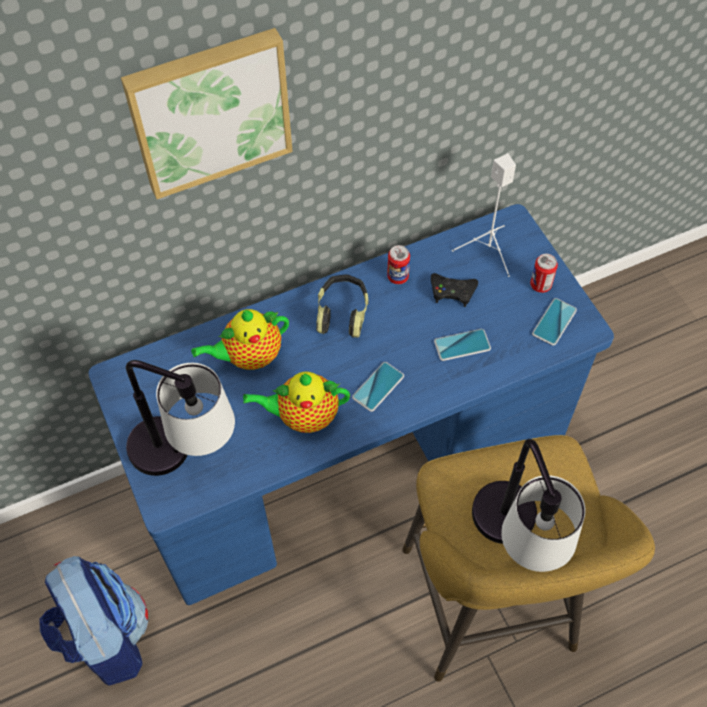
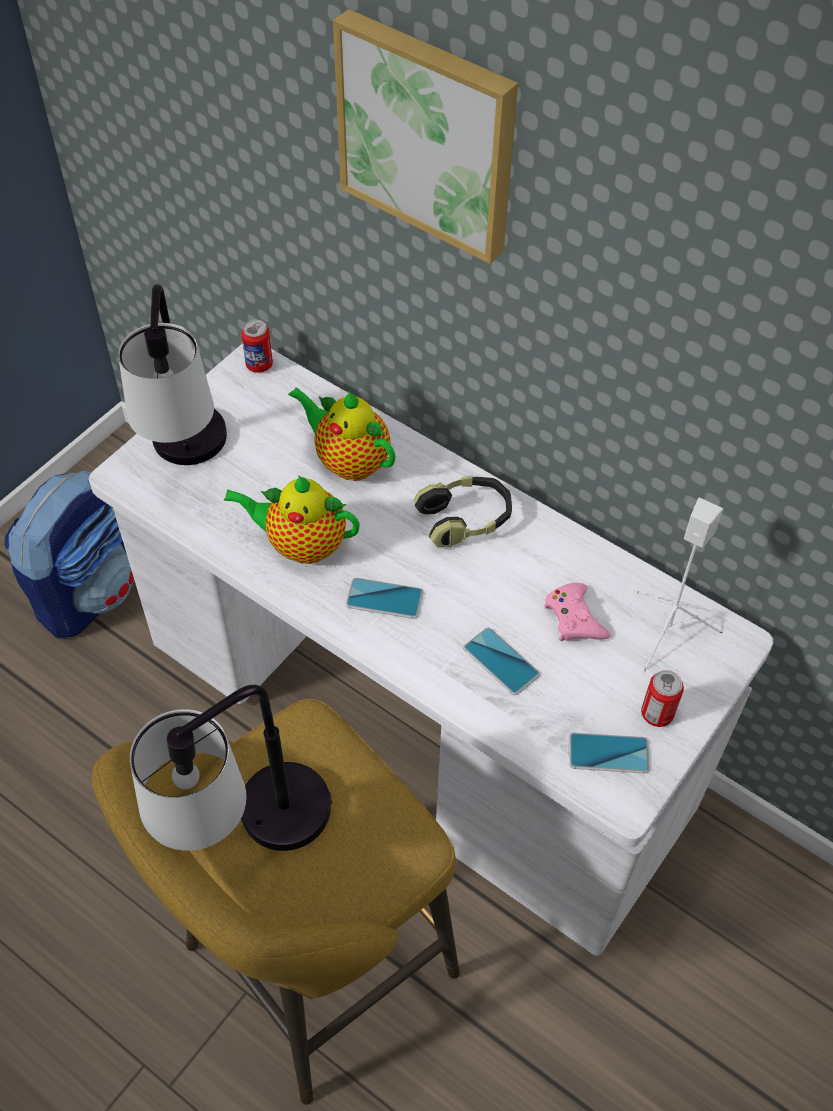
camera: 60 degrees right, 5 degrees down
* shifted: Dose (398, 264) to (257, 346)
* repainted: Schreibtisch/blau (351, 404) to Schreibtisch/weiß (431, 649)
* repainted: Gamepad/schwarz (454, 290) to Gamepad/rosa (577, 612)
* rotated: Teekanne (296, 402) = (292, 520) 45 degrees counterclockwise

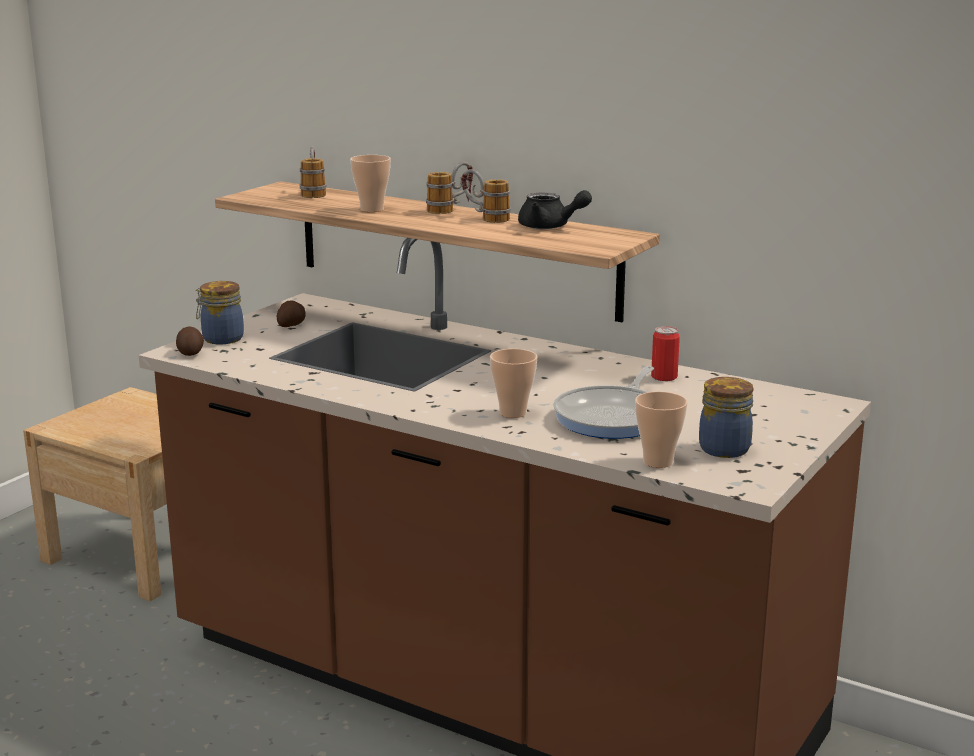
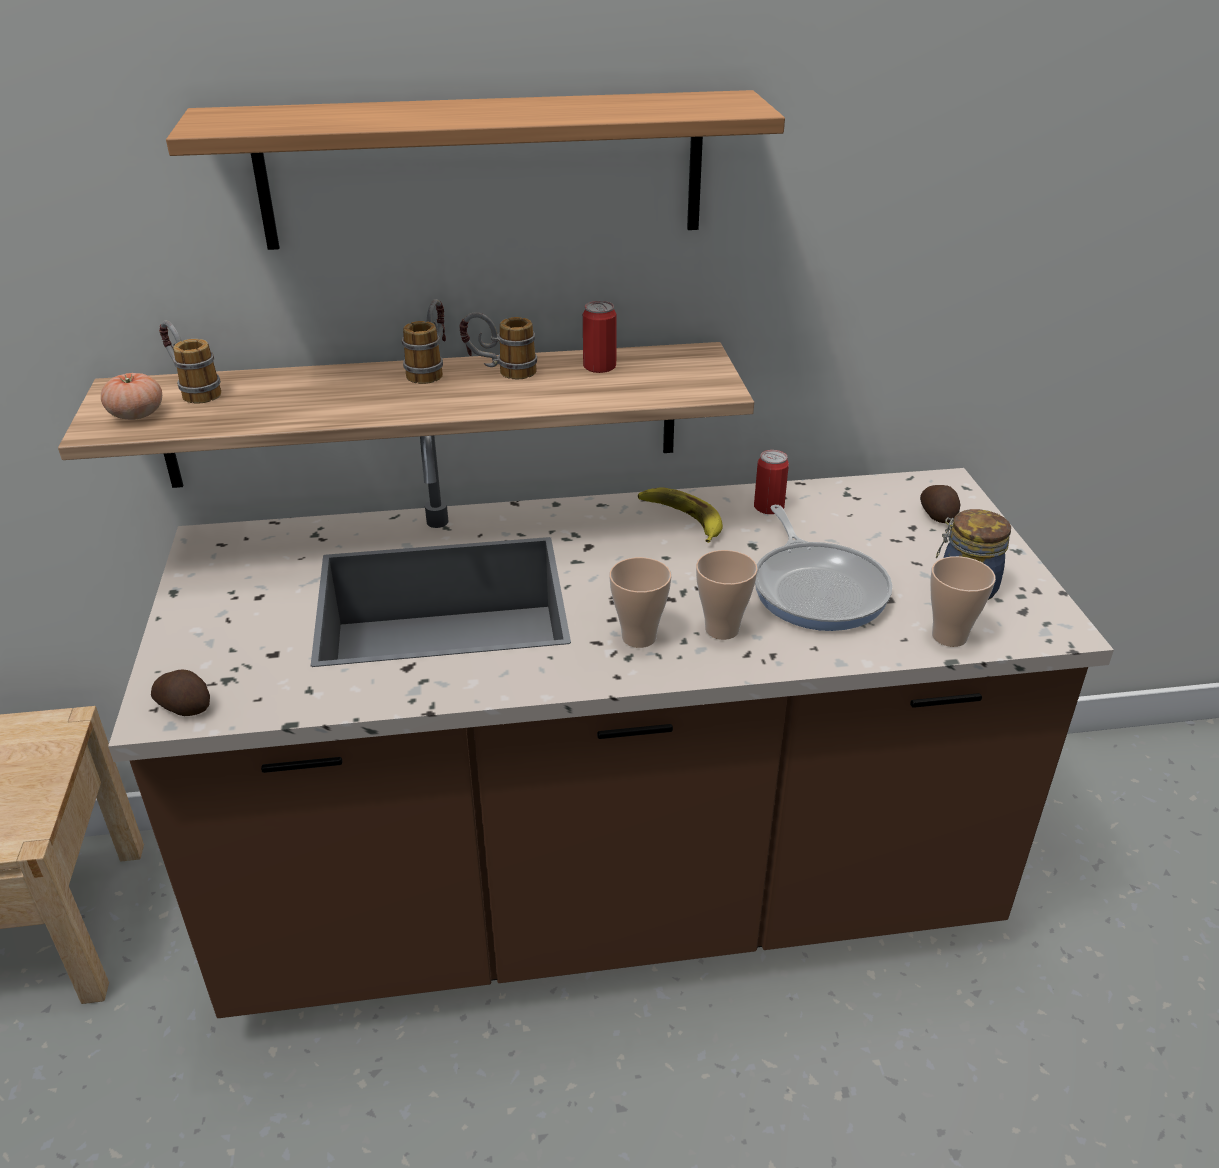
camera: 40 degrees left, 15 degrees up
* gone: Vorratsglas (220, 312)
* new: Tomate (131, 396)
* new: Wandregal (475, 170)
* new: Banane (680, 515)
* shifted: Kartoffel (291, 314) to (940, 504)
* shifted: Tasse (370, 183) to (640, 602)
* swapped: Teekanne/schwarz (555, 209) to Dose (599, 337)

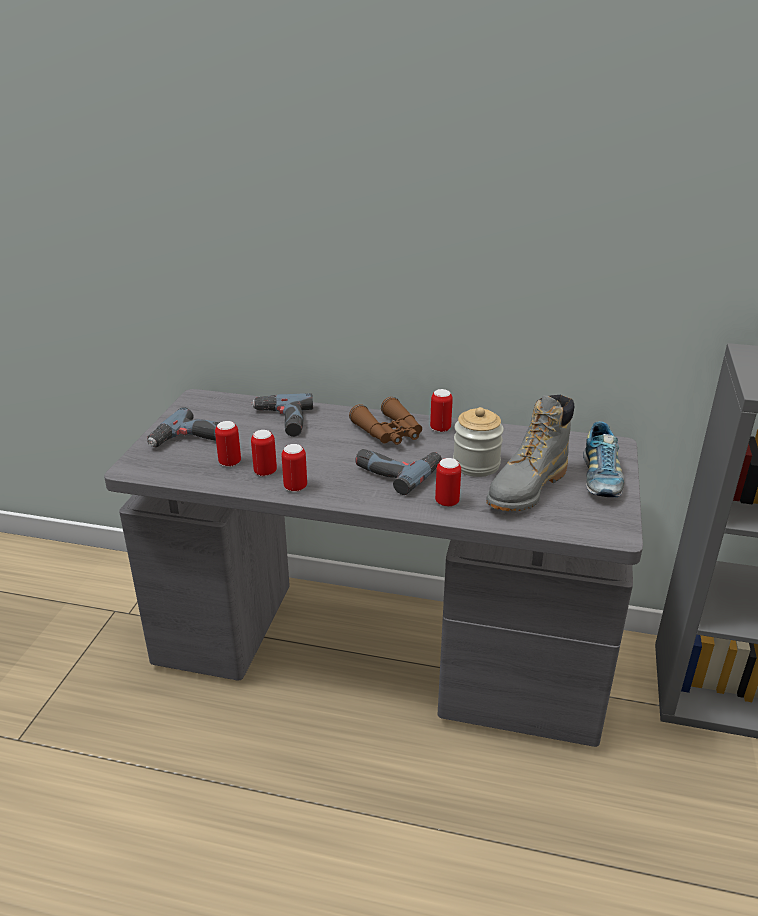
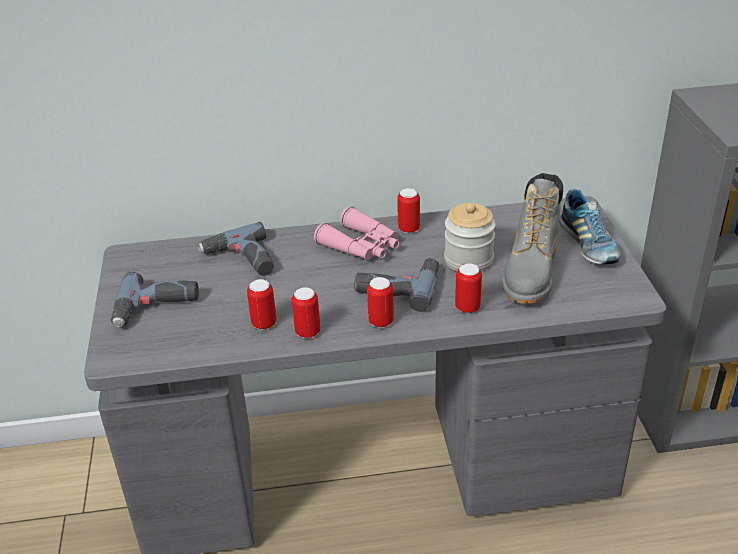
camera: 20 degrees left, 5 degrees up
* shifted: Dose (228, 444) to (380, 302)
* repainted: Fernglas/braun (385, 421) to Fernglas/rosa (357, 233)

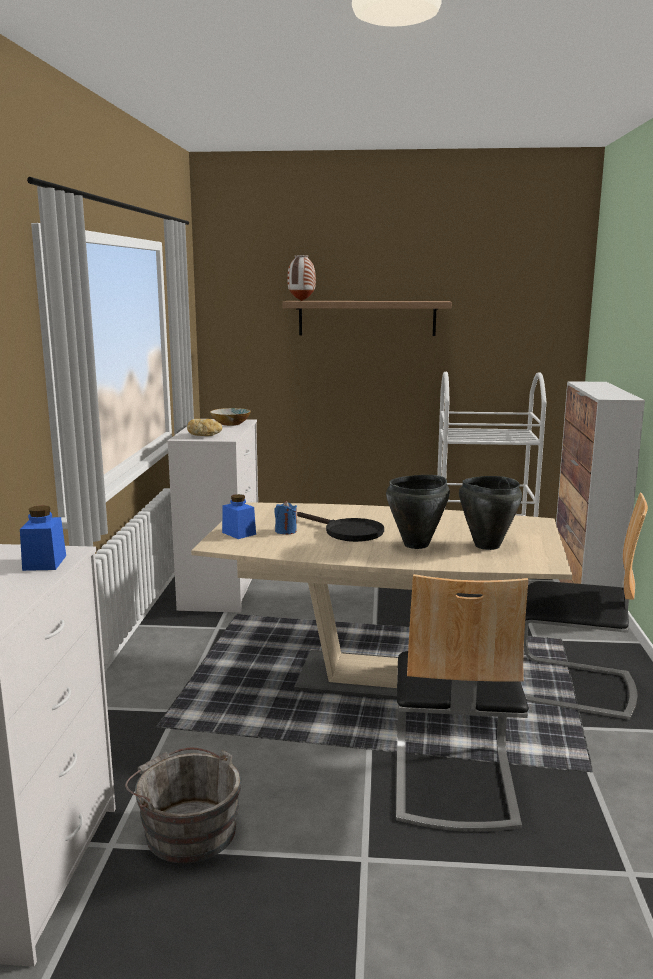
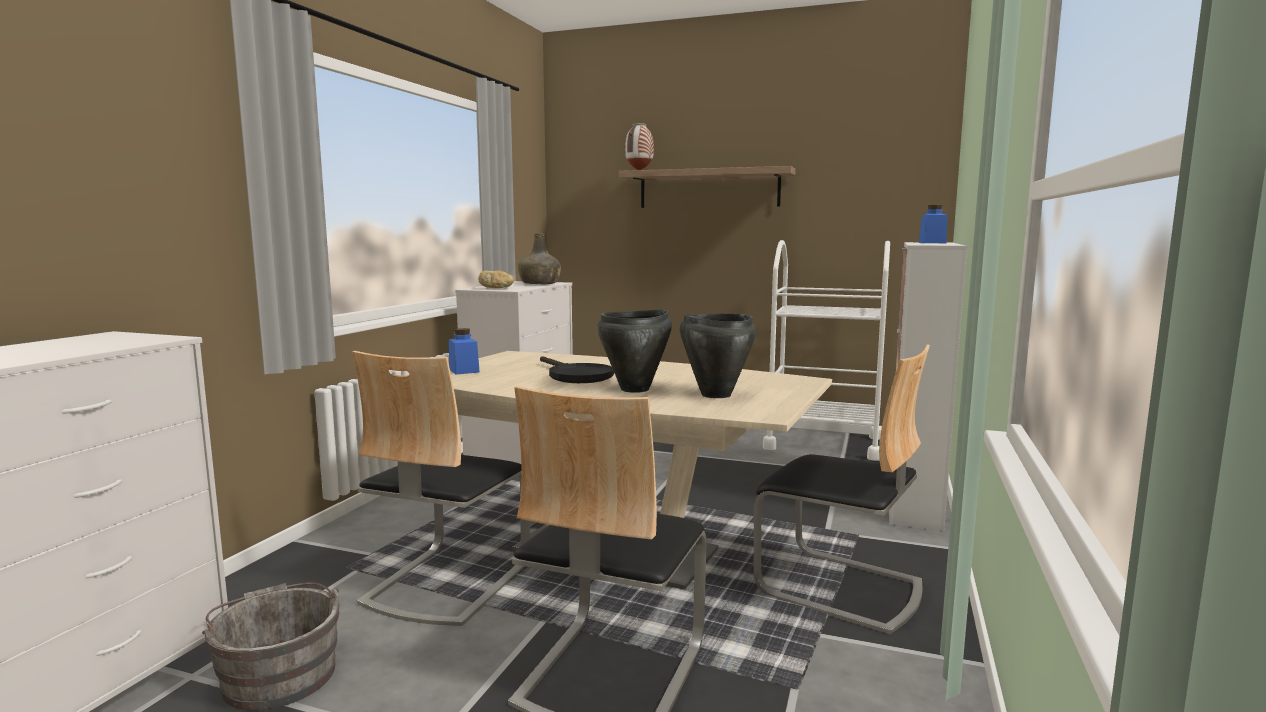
camera: 15 degrees right, 5 degrees down
* gone: Kerze/blau (285, 517)
* new: Stuhl (441, 488)
* shifted: Vorratsglas/blau (43, 538) to (933, 224)
* swapped: Schüssel (230, 417) to Flasche/grün (539, 258)

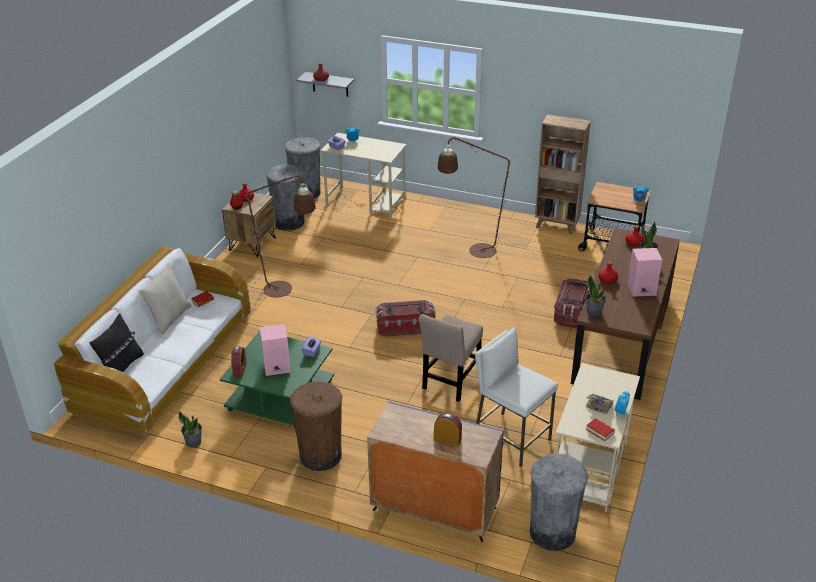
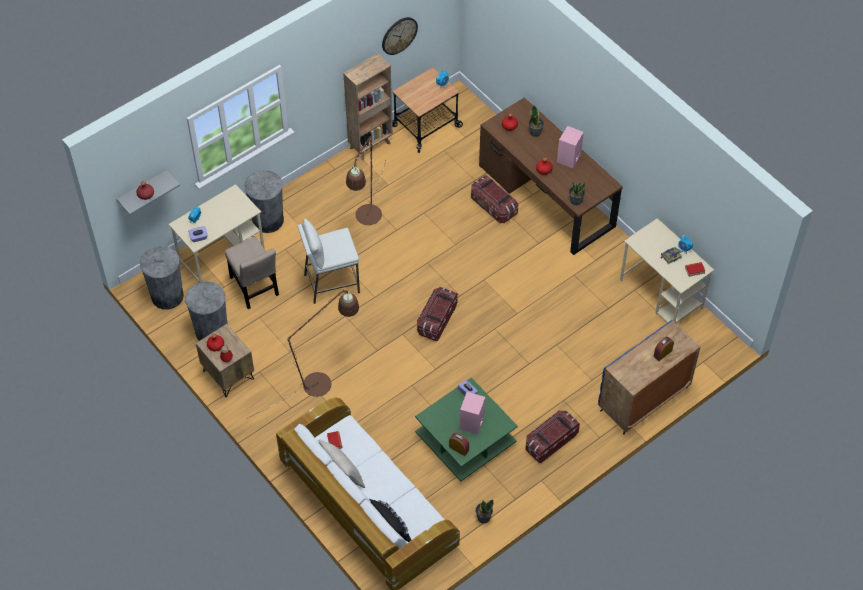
camera: 60 degrees left, 20 degrees up
* new: Wanduhr (400, 36)
* shifted: Stuhl/beige (451, 358) to (252, 273)
* shifted: Hocker/weiß (516, 397) to (328, 261)
* shifted: Mülleimer/grau (559, 502) to (264, 201)
* swapped: Mülleimer/braun (316, 426) to Aufbewahrungsbox (553, 436)

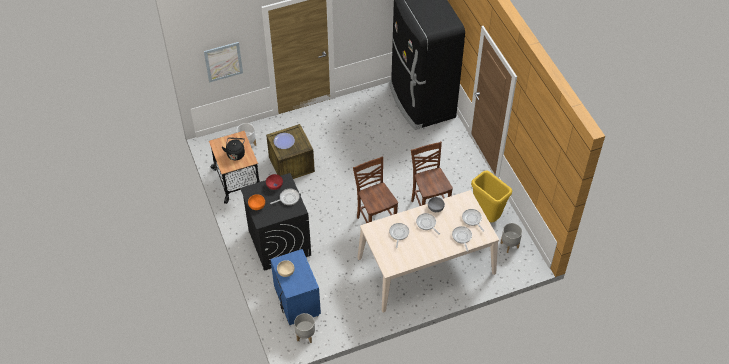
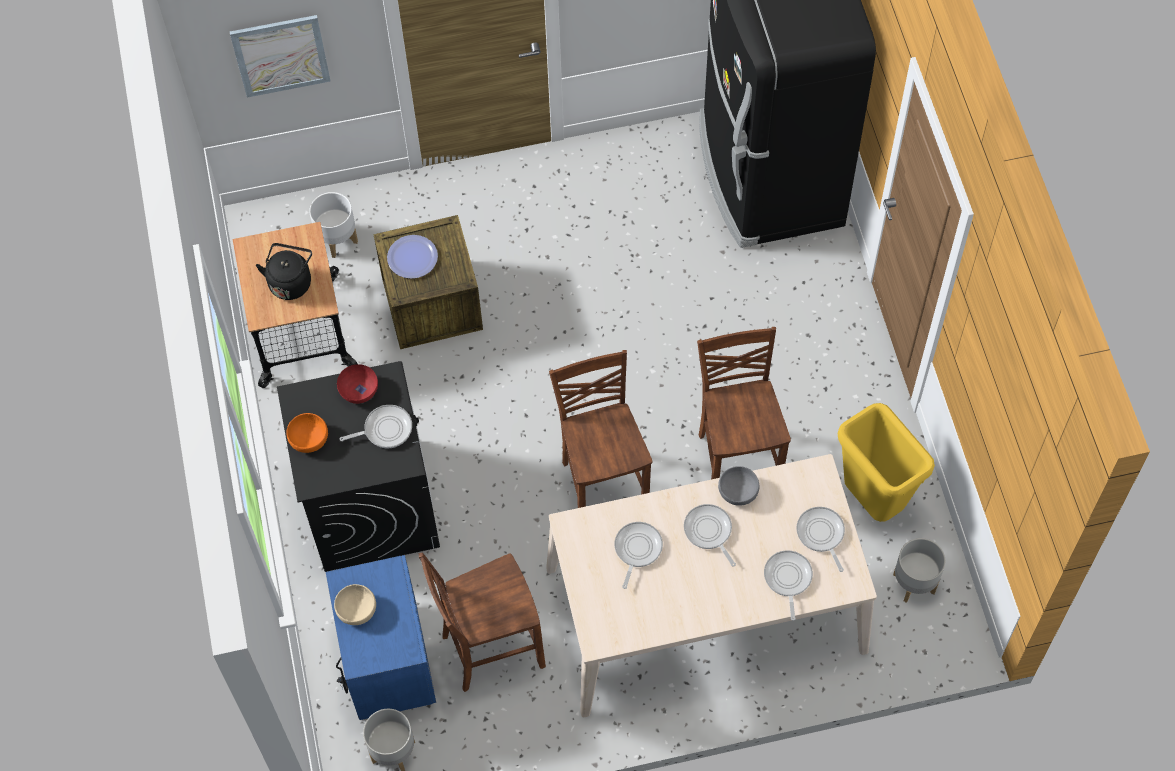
camera: 10 degrees right, 10 degrees up
* new: Stuhl/braun (482, 622)

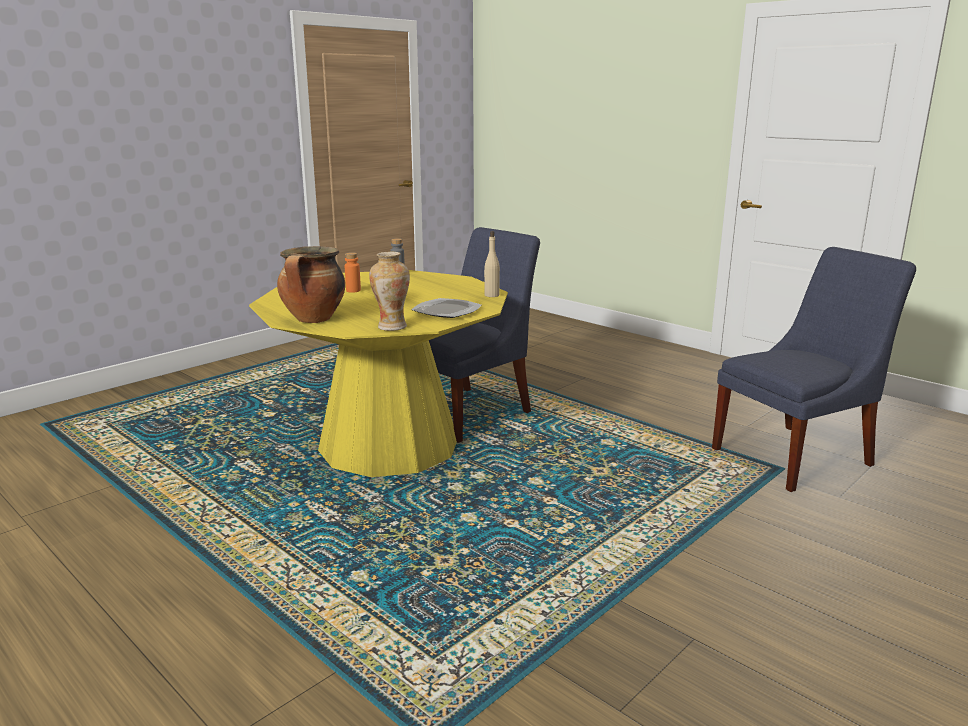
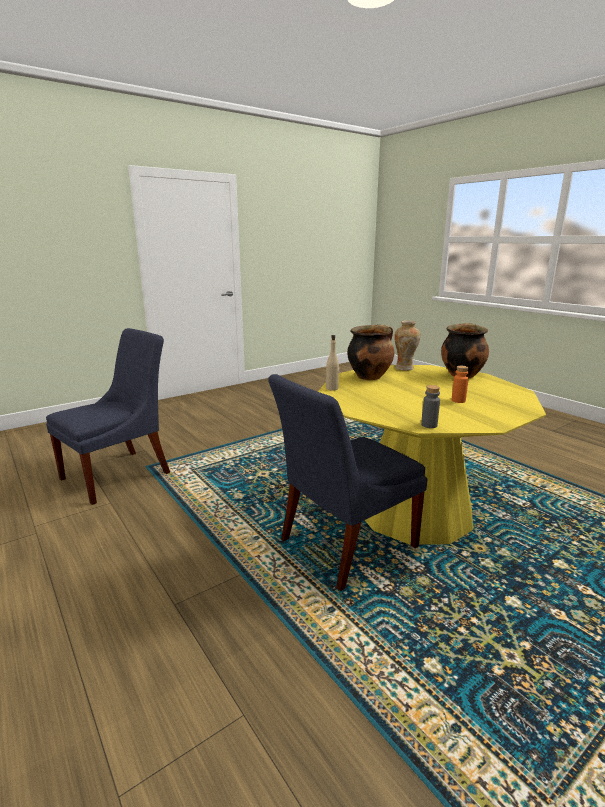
camera: 170 degrees left, 0 degrees up
* swapped: Teller (446, 308) to Kochtopf (370, 352)
* rotated: Stuhl/blau (814, 369) = (108, 416) 150 degrees clockwise

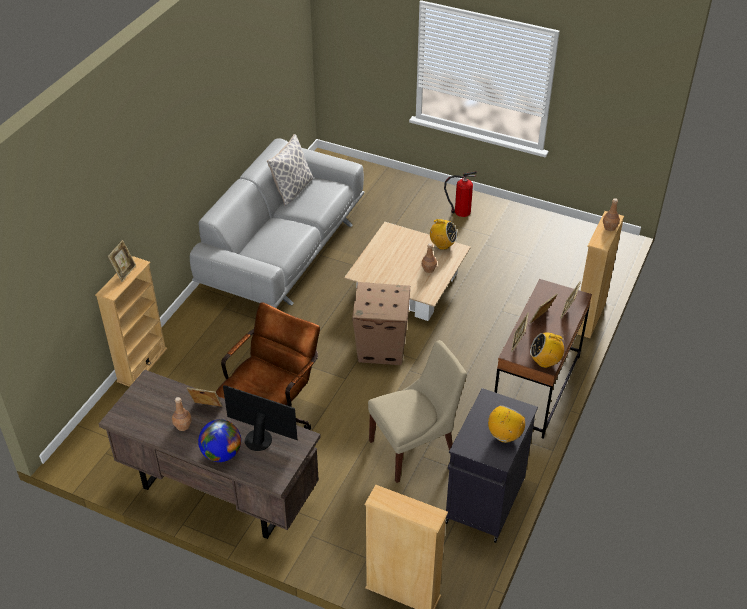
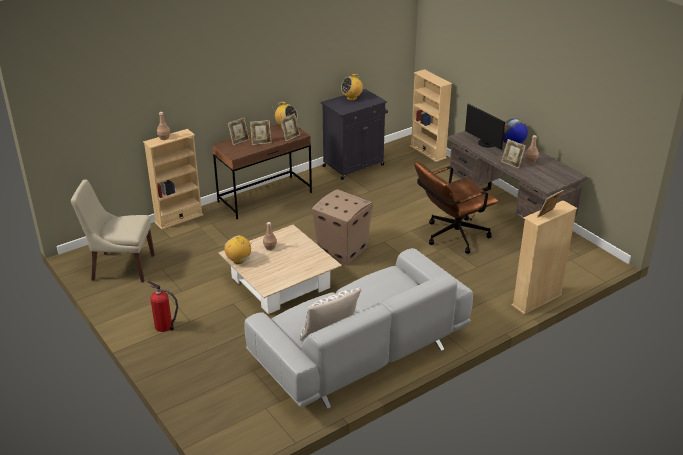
camera: 150 degrees left, 10 degrees down
* shifted: Stuhl/beige (417, 411) to (113, 230)

